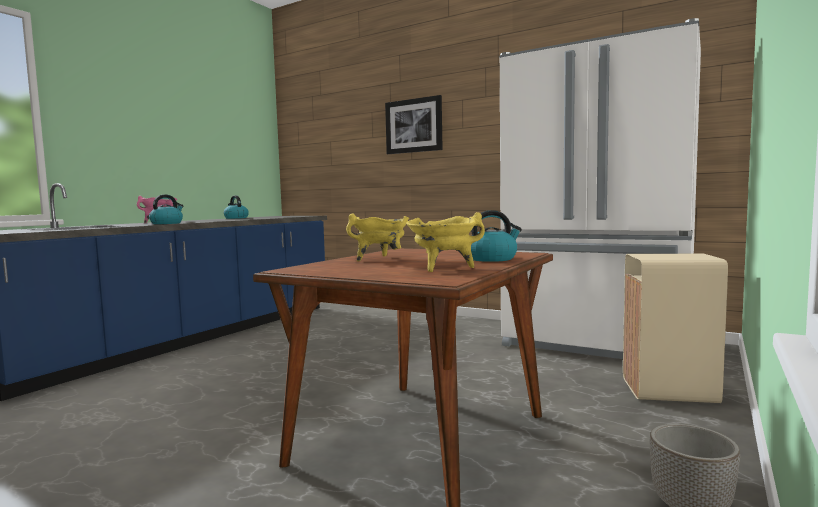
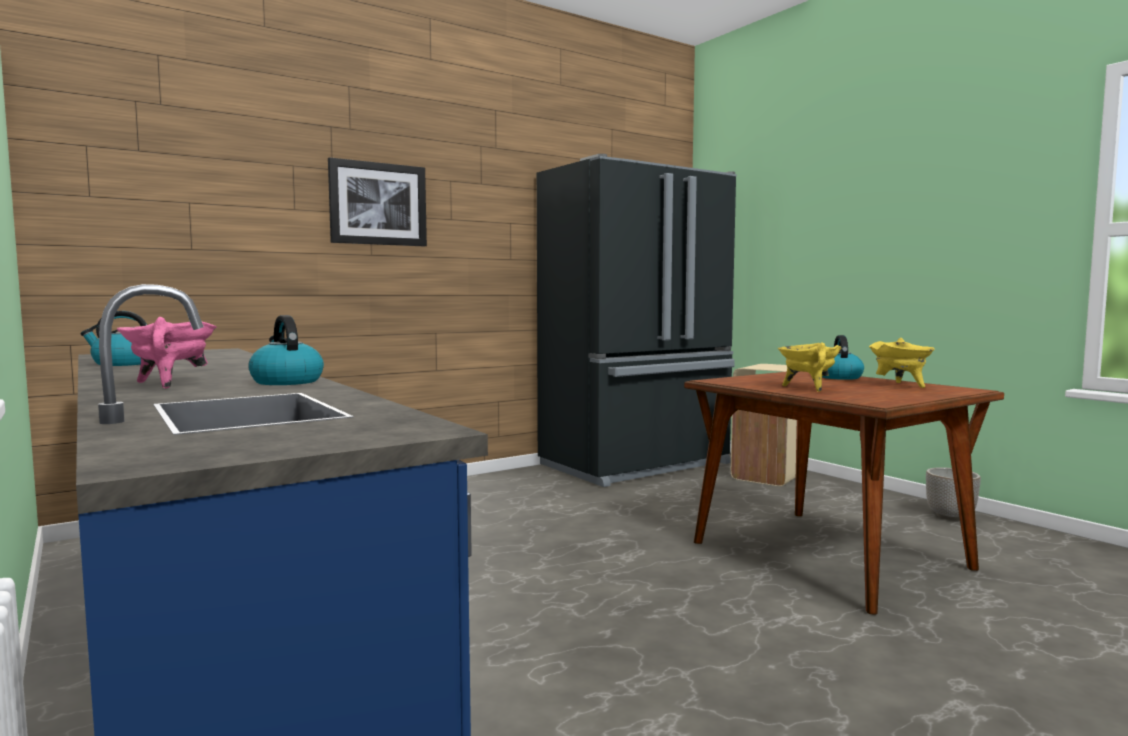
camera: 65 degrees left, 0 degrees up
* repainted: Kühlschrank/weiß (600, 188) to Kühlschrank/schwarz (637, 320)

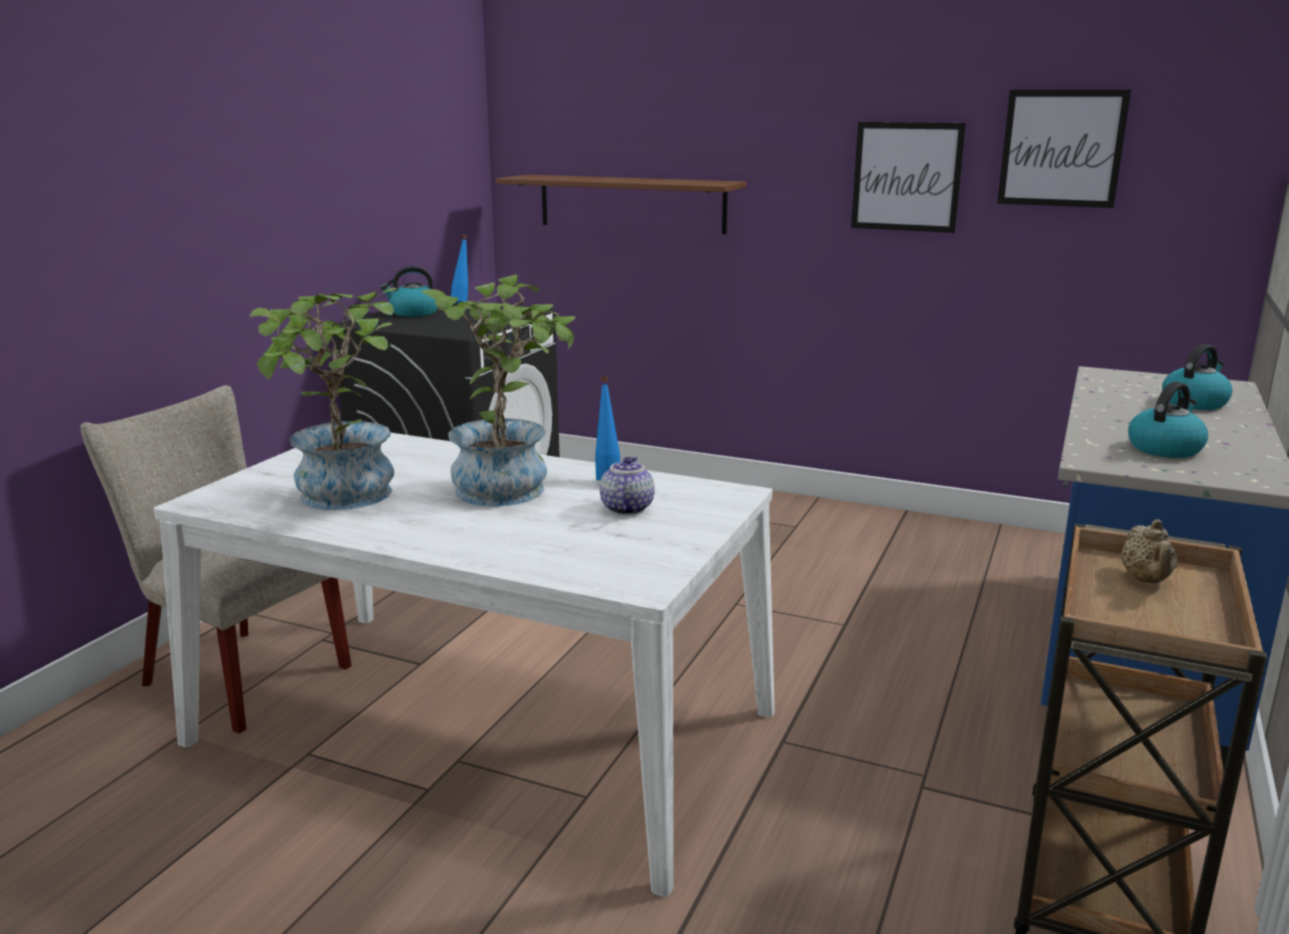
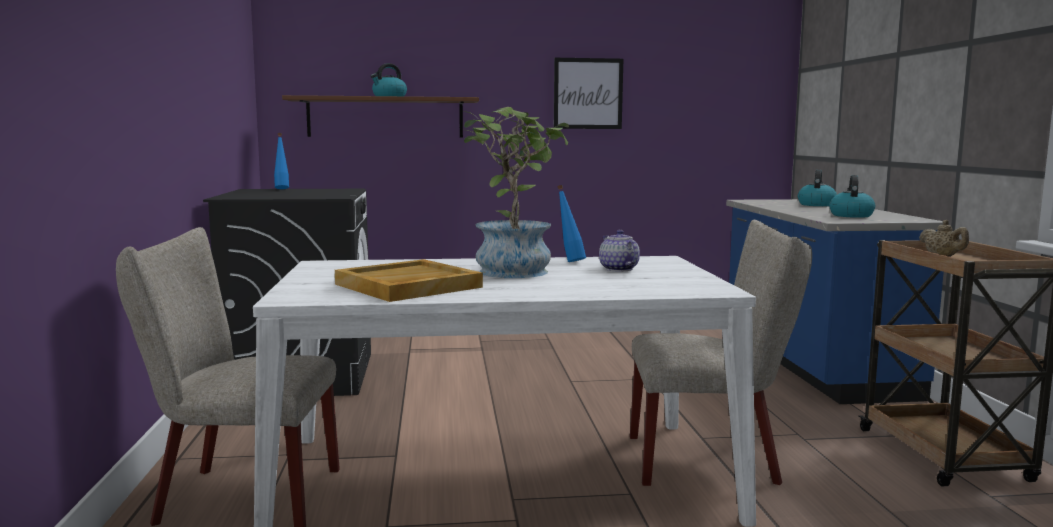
camera: 30 degrees left, 10 degrees down
* gone: Bild (1064, 149)
* new: Stuhl/beige (721, 353)
* shifted: Wasserkessel (409, 291) to (389, 79)
* swapped: Topfpflanze (323, 399) to Tablett/beige (409, 280)

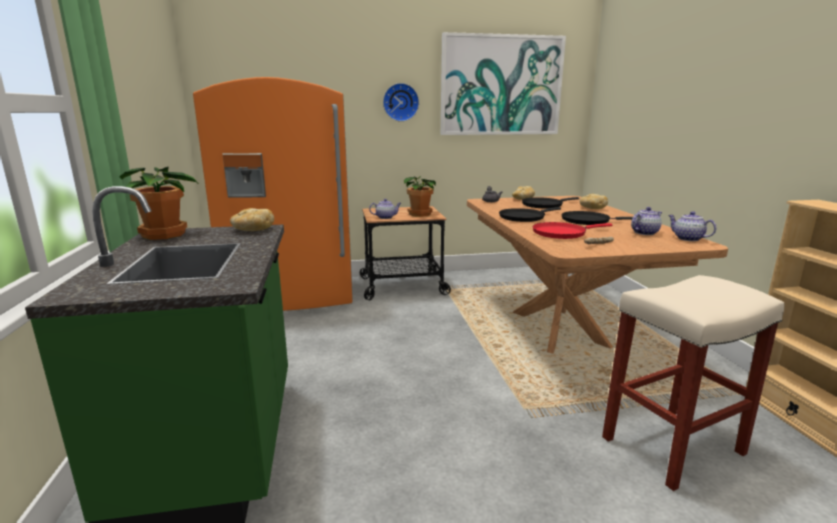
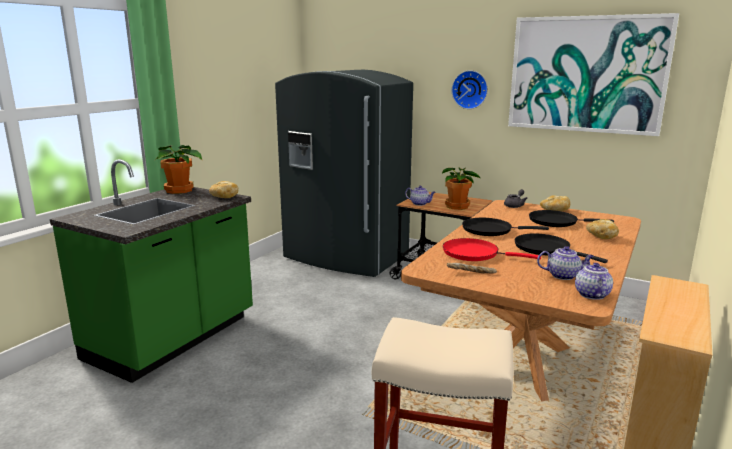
camera: 40 degrees right, 0 degrees up
* repainted: Kühlschrank/orange (273, 194) to Kühlschrank/grau (344, 173)

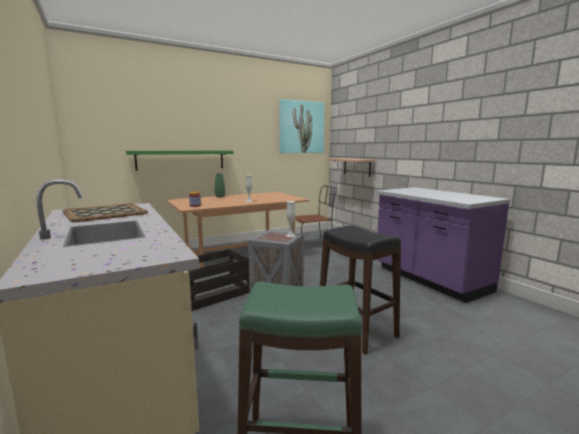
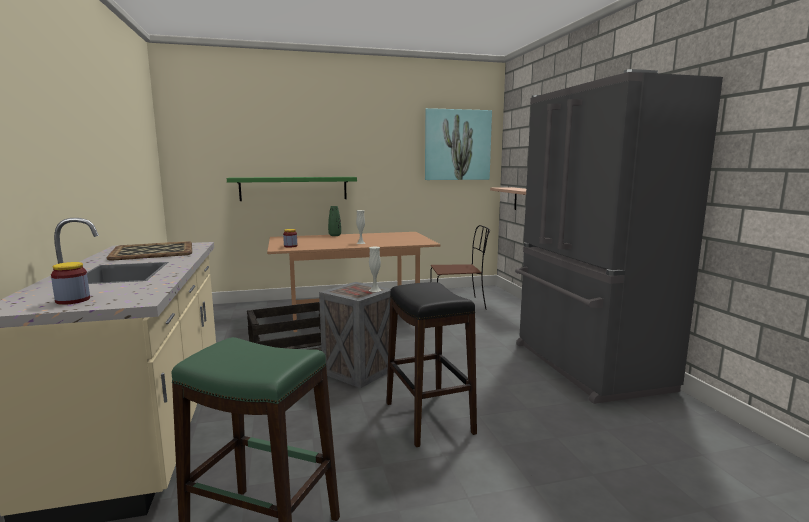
camera: 15 degrees right, 0 degrees up
* new: Vorratsglas (70, 283)
* swapped: Küchenzeile/lila (443, 245) to Kühlschrank/grau (619, 236)

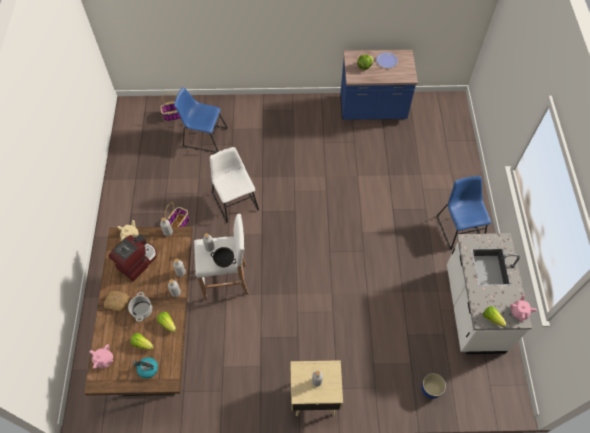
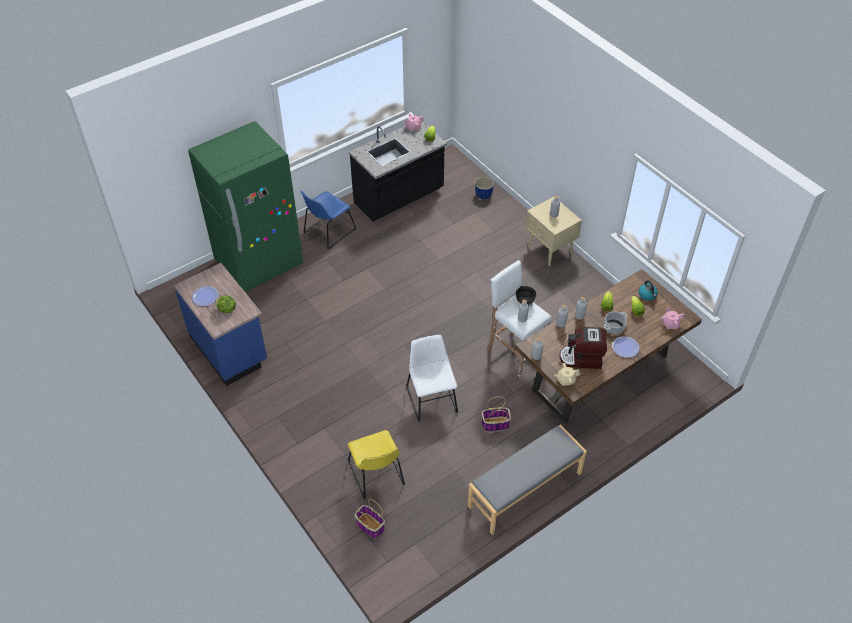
camera: 125 degrees left, 10 degrees down
* new: Kühlschrank/grün (245, 206)
* new: Bank/grau (527, 479)
* swapped: Brot (116, 301) to Teller (626, 347)
* repainted: Stuhl/blau (200, 120) to Stuhl/gelb (376, 464)
* repainted: Küchenzeile/weiß (489, 293) to Küchenzeile/schwarz (398, 170)
* rotated: Stuhl/weiß (234, 185) = (432, 378) 135 degrees clockwise

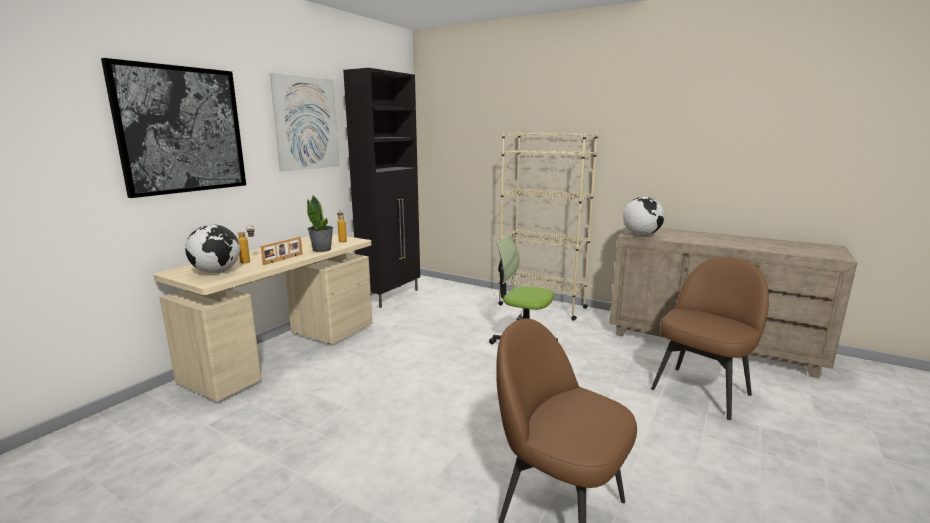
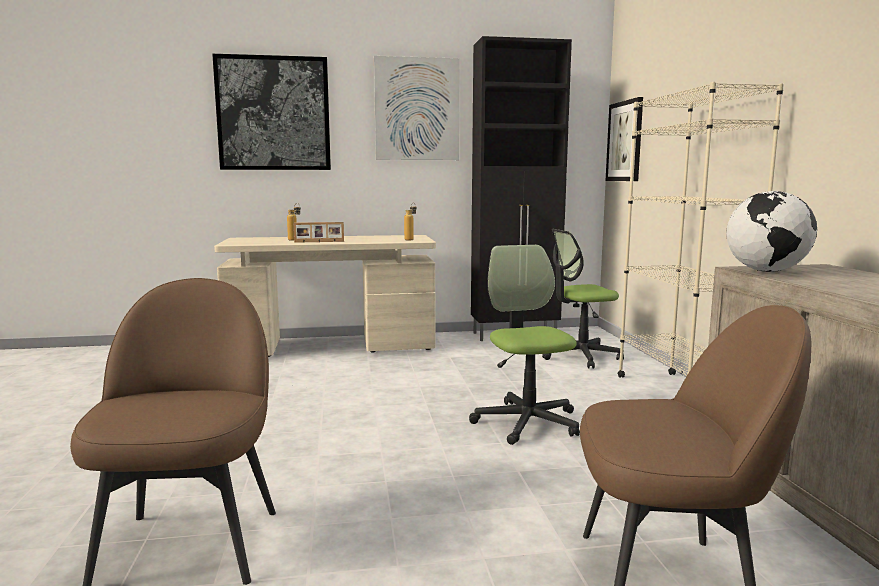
camera: 50 degrees right, 5 degrees down
* gone: Globus (212, 249)
* gone: Topfpflanze (320, 223)
* new: Bürostuhl (583, 298)
* new: Bild (624, 139)

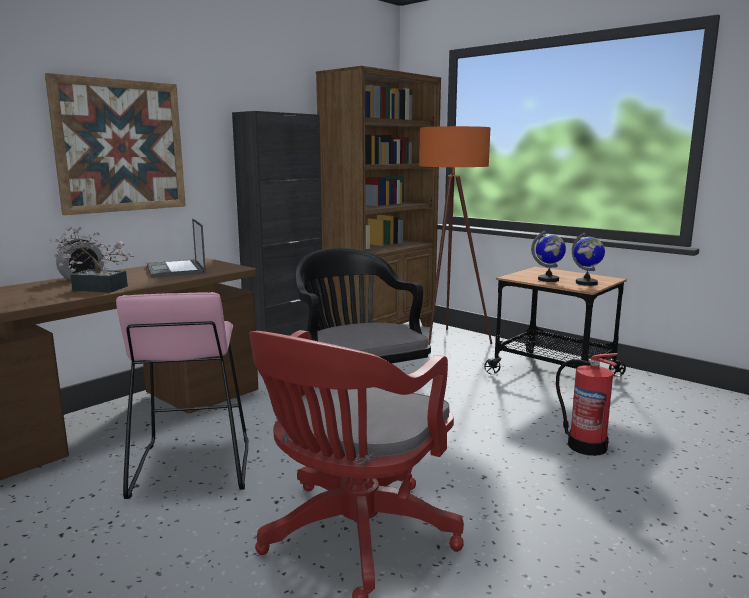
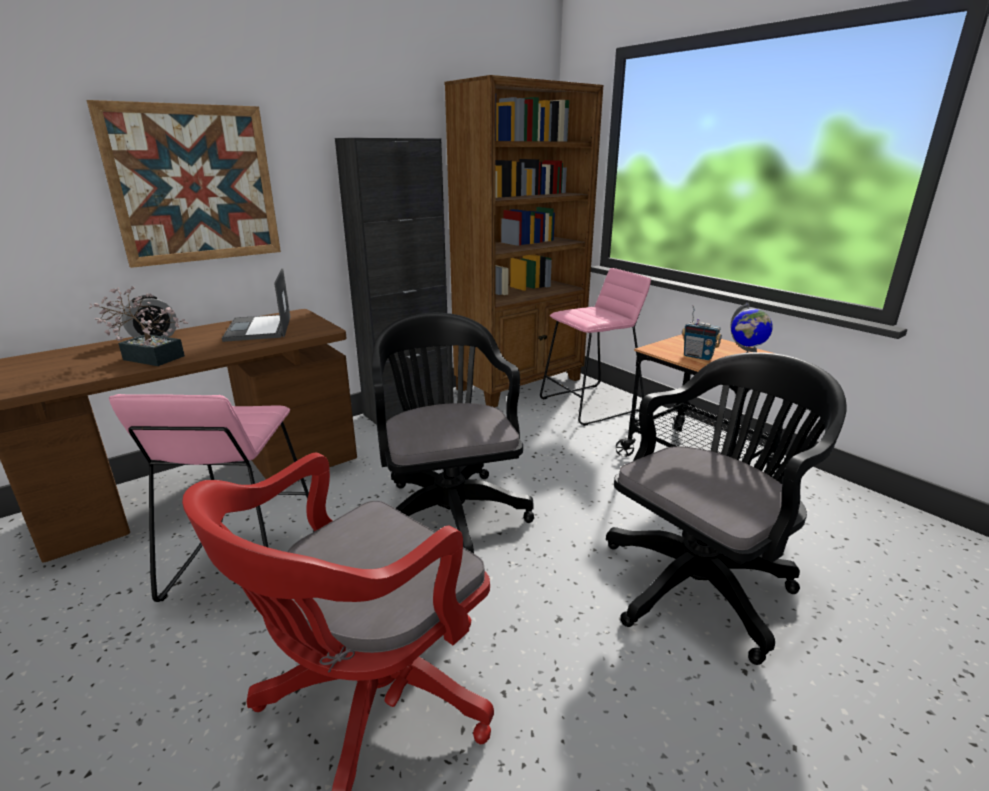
camera: 10 degrees right, 10 degrees up
* swapped: Stehlampe/orange (455, 235) to Hocker/rosa (595, 347)
* swapped: Globus (548, 256) to Radio (702, 332)
* swapped: Feuerlöscher (587, 404) to Bürostuhl/schwarz (726, 508)

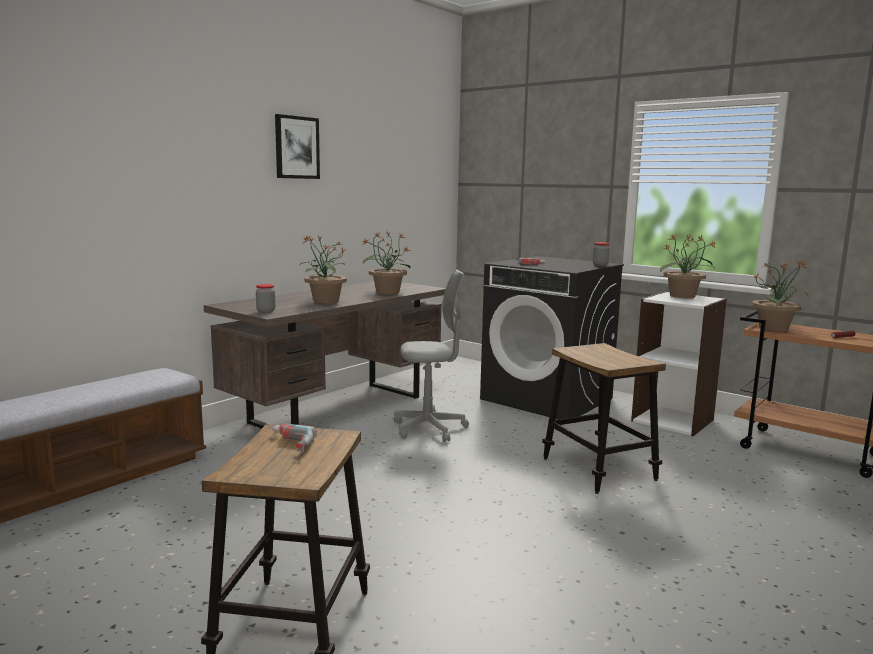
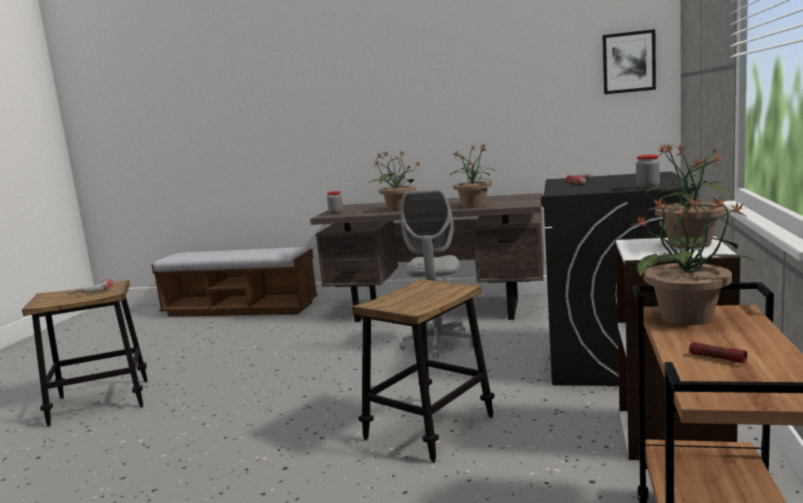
camera: 65 degrees right, 0 degrees up
* shifted: Bild (297, 146) to (629, 61)
* rotated: Bürostuhl/grau (431, 356) = (436, 274) 45 degrees clockwise

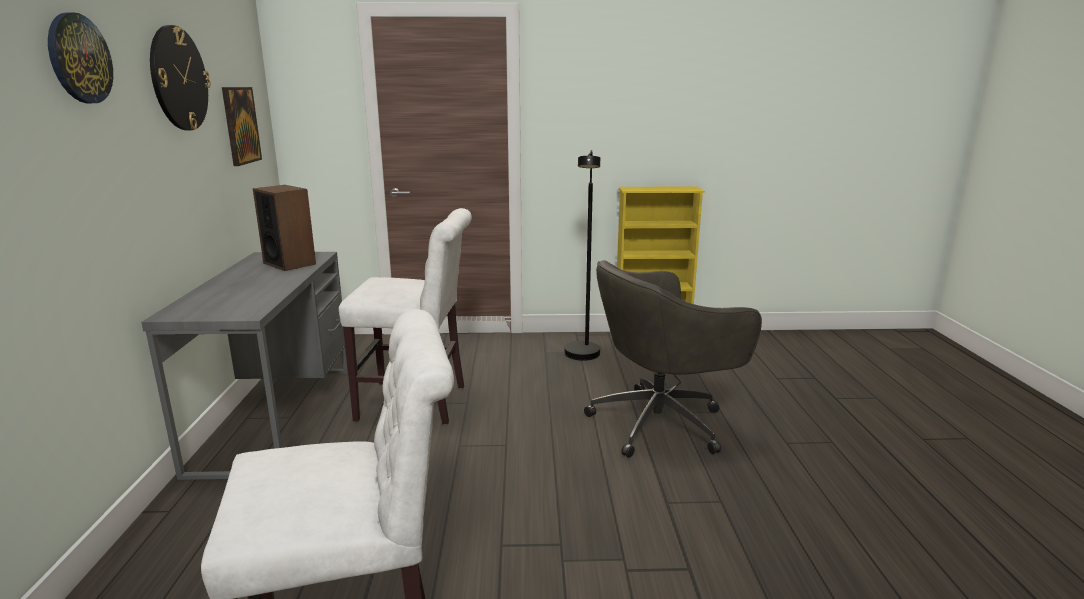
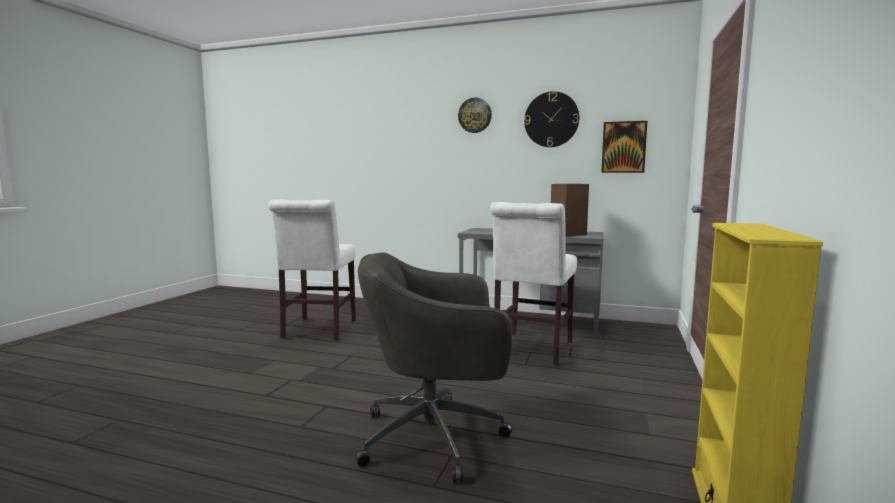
camera: 110 degrees right, 10 degrees down
* gone: Stehlampe/schwarz (582, 255)
* rotated: Bürostuhl/grau (673, 359) = (433, 367) 90 degrees counterclockwise

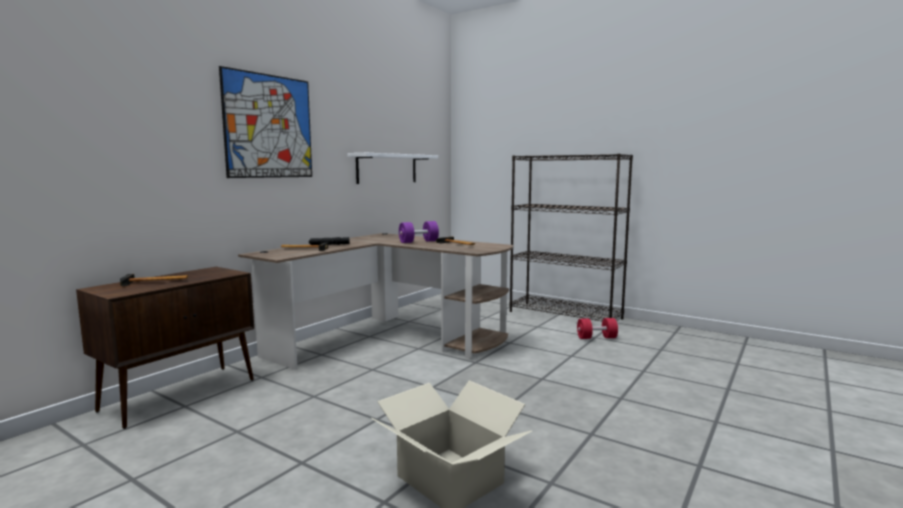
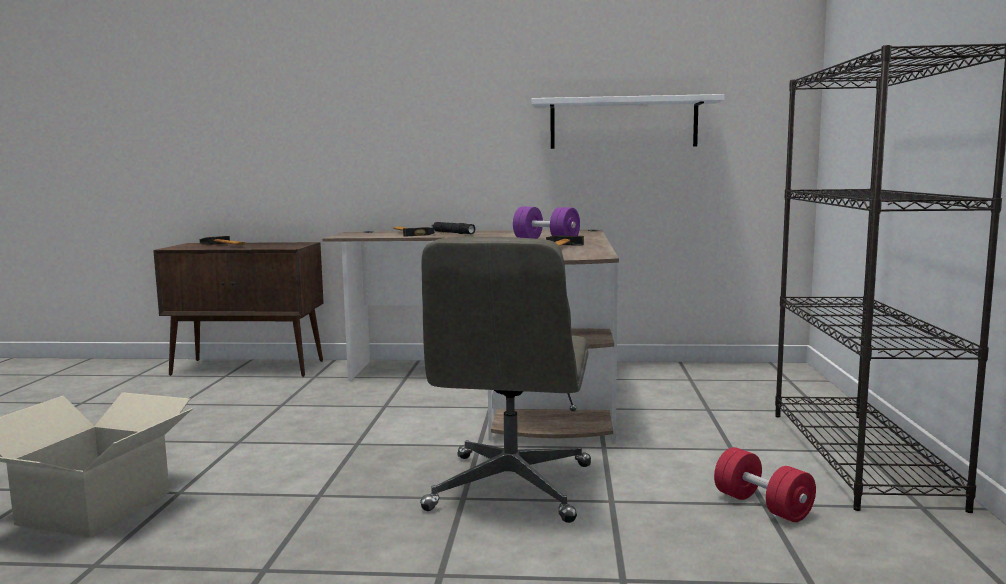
camera: 60 degrees right, 0 degrees up
* gone: Bild (265, 122)
* new: Bürostuhl/grau (505, 380)

